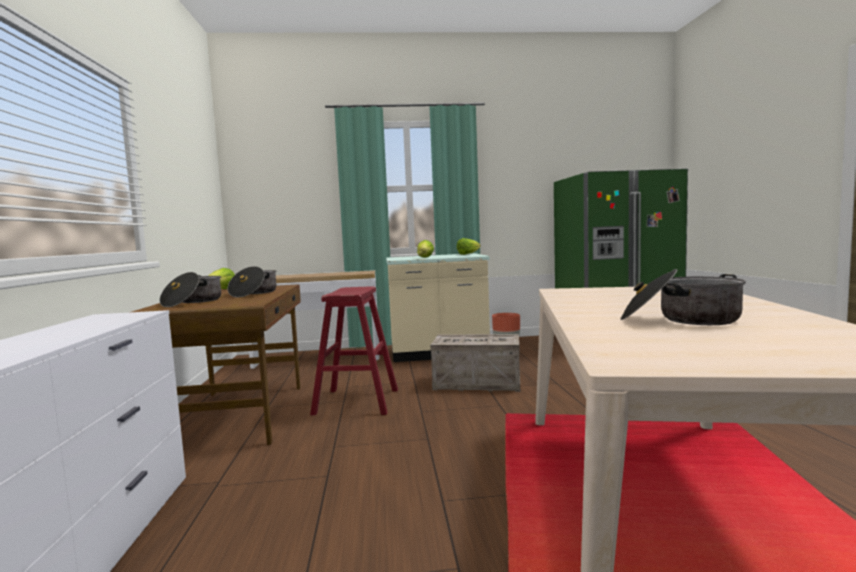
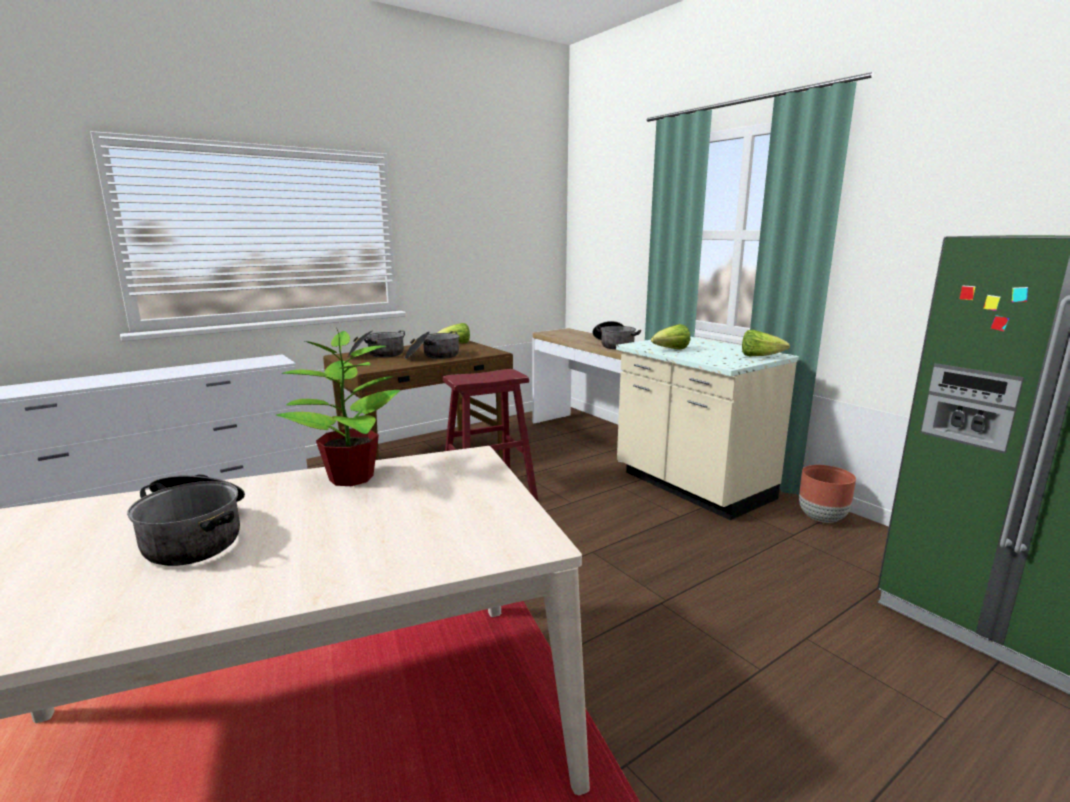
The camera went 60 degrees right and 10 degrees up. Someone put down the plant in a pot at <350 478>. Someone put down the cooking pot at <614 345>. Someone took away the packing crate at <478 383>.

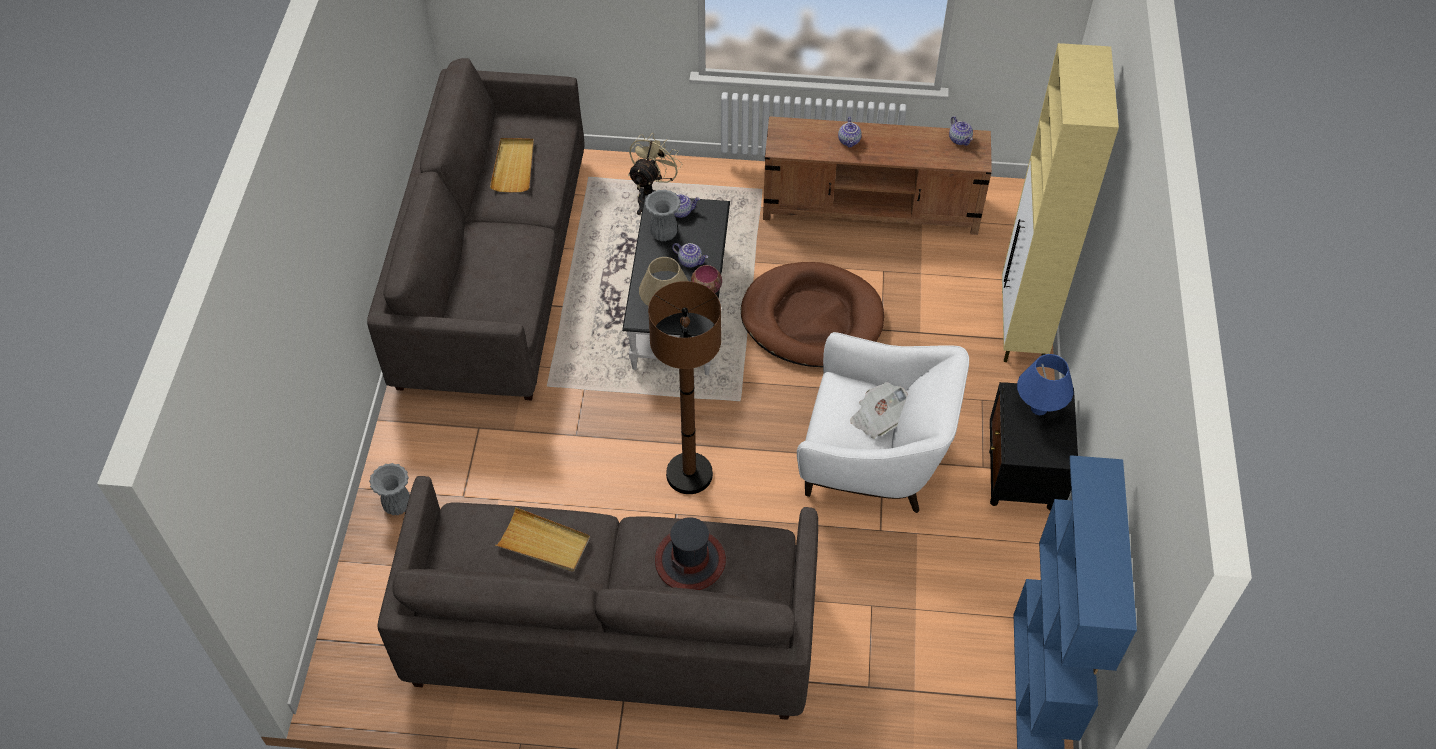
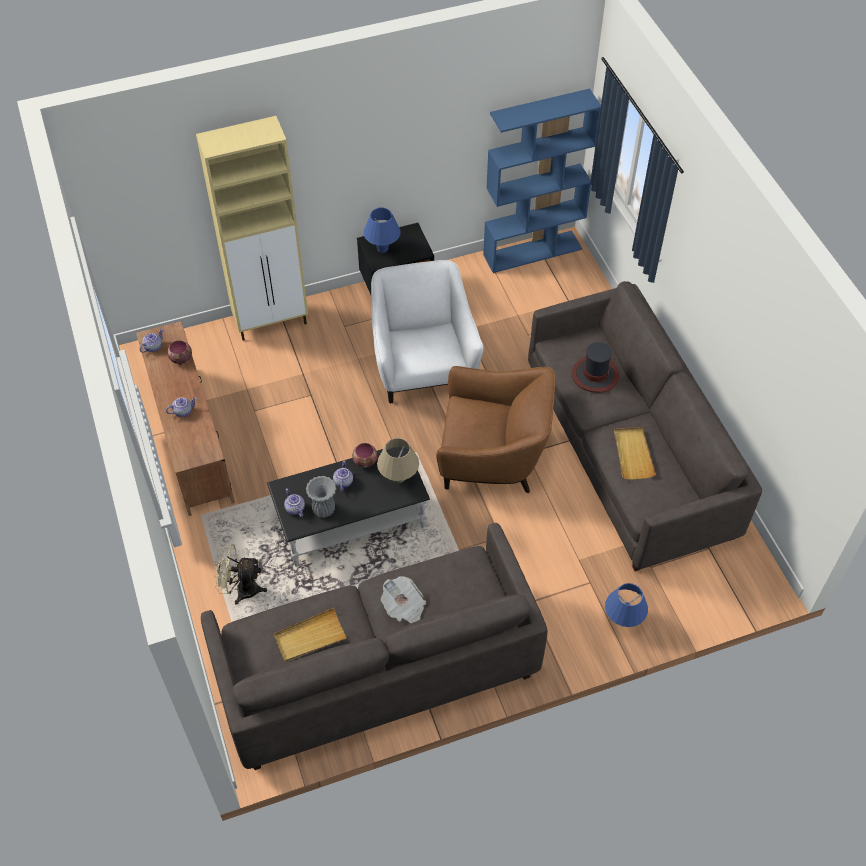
The camera went 115 degrees left and 0 degrees up. Someone put down the bowl at <180 359>. Someone carried the daily paper from <878 418> to <404 607>. Someone swapped the standard lamp in brown-coloured at <689 474> for the easy chair in brown-coloured at <492 458>. Someone swapped the vase in grey at <397 506> for the tabletop lamp in blue at <623 620>. Someone took away the pet bed in brown-coloured at <812 319>.

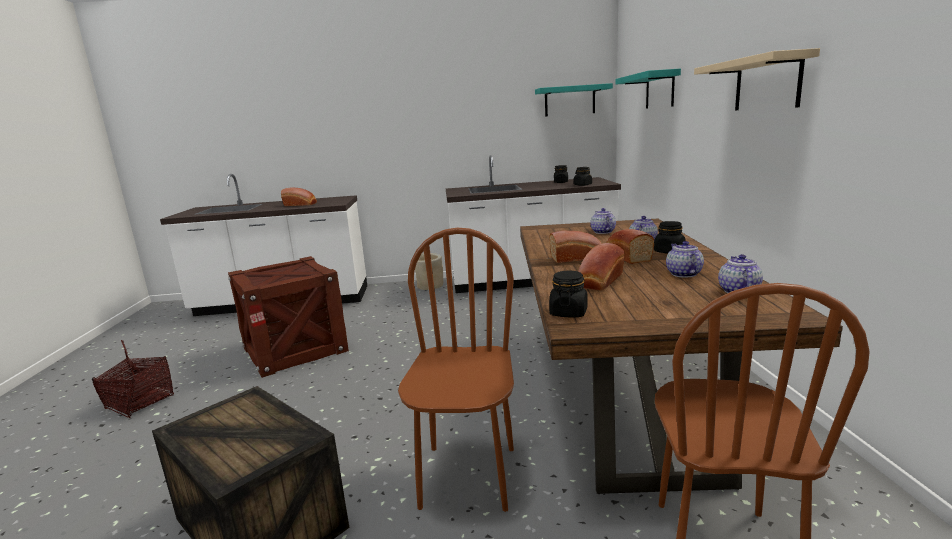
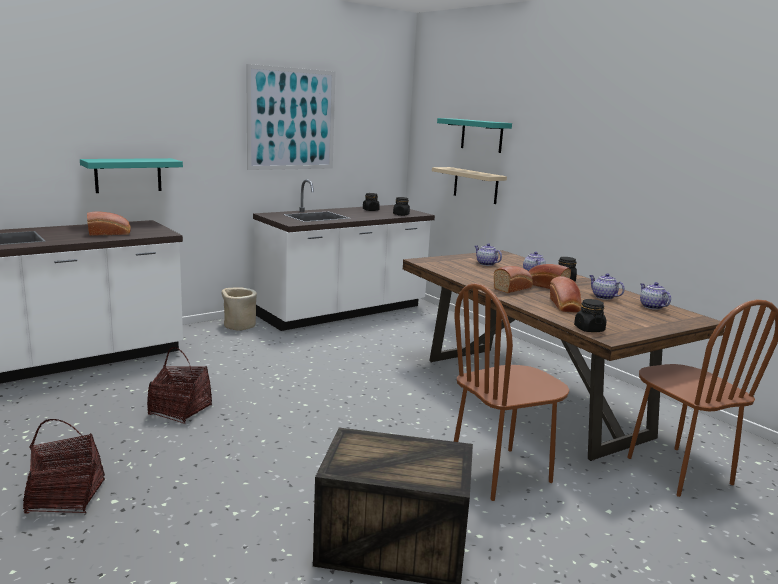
The camera went 35 degrees left and 0 degrees up. Someone carried the bracket shelf in turquoise from <569 101> to <128 175>. Someone swapped the packing crate at <294 349> for the storage basket at <180 410>. Someone put up the picture at <291 119>. Someone carried the bracket shelf in beige-coloured from <767 83> to <475 185>. Someone rotated the upright chair in brown-coloured at <467 476> by 90 degrees counterclockwise.

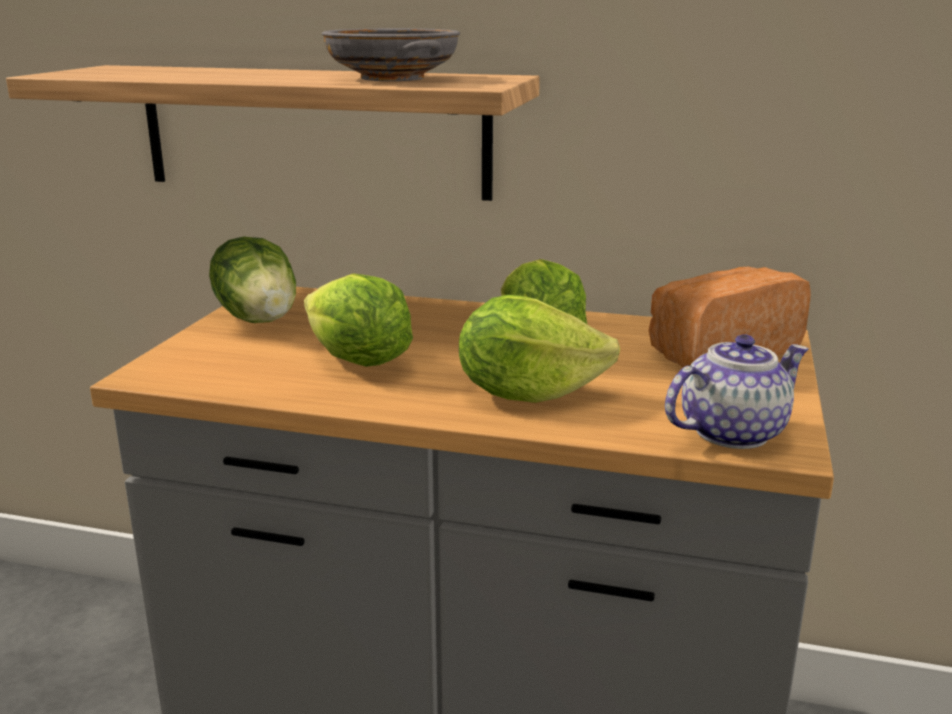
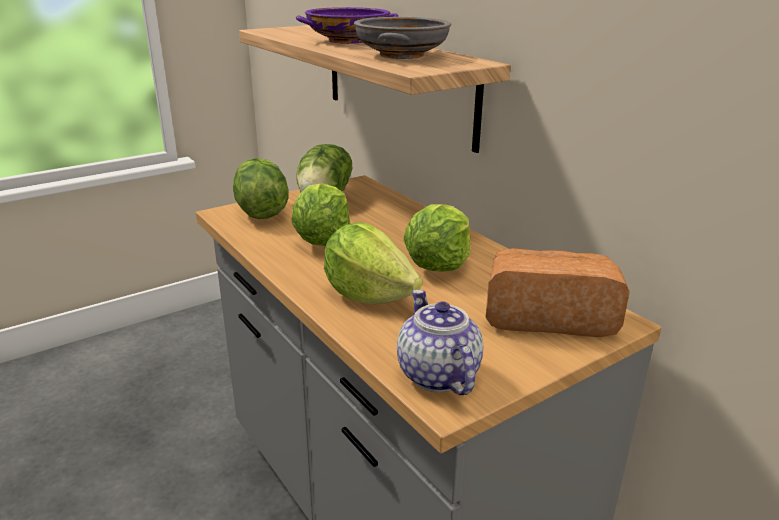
The camera went 40 degrees right and 5 degrees up. Someone put down the lettuce head at <260 211>. Someone put down the bowl in purplish at <348 40>. Someone rotated the teapot at <732 432> by 120 degrees counterclockwise.

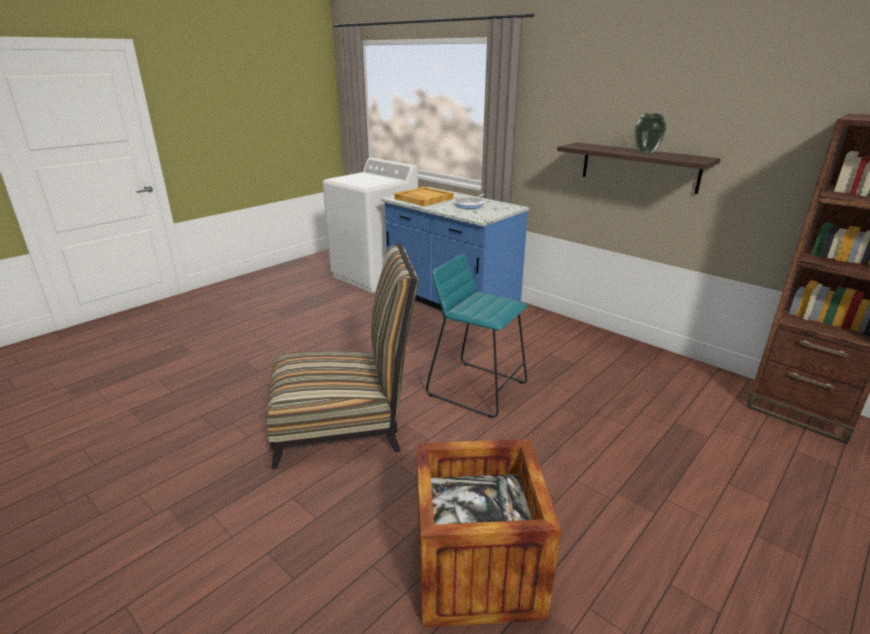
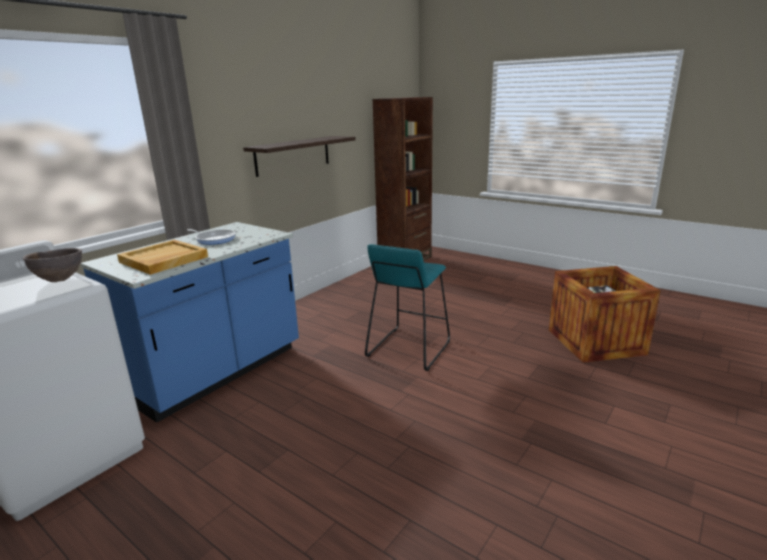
The camera went 95 degrees left and 5 degrees down. Someone put down the bowl in brown-coloured at <60 280>. Someone took away the upright chair at <346 425>. Someone took away the vase at <646 153>.

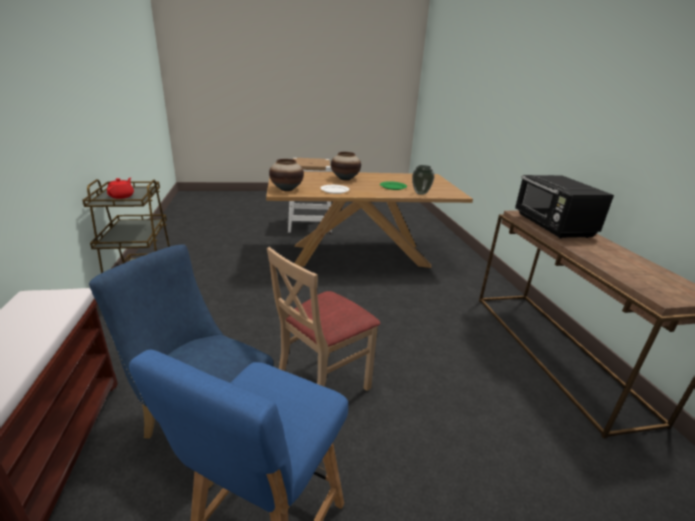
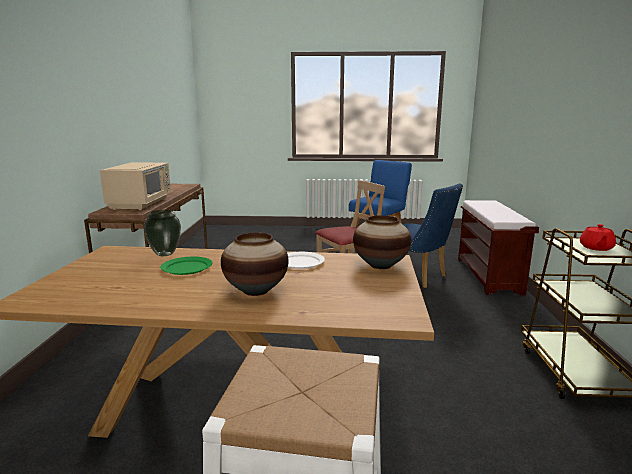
The camera went 165 degrees left and 10 degrees down. Someone repainted the microwave in black at <552 226>, which became the microwave in beige-coloured at <141 204>.

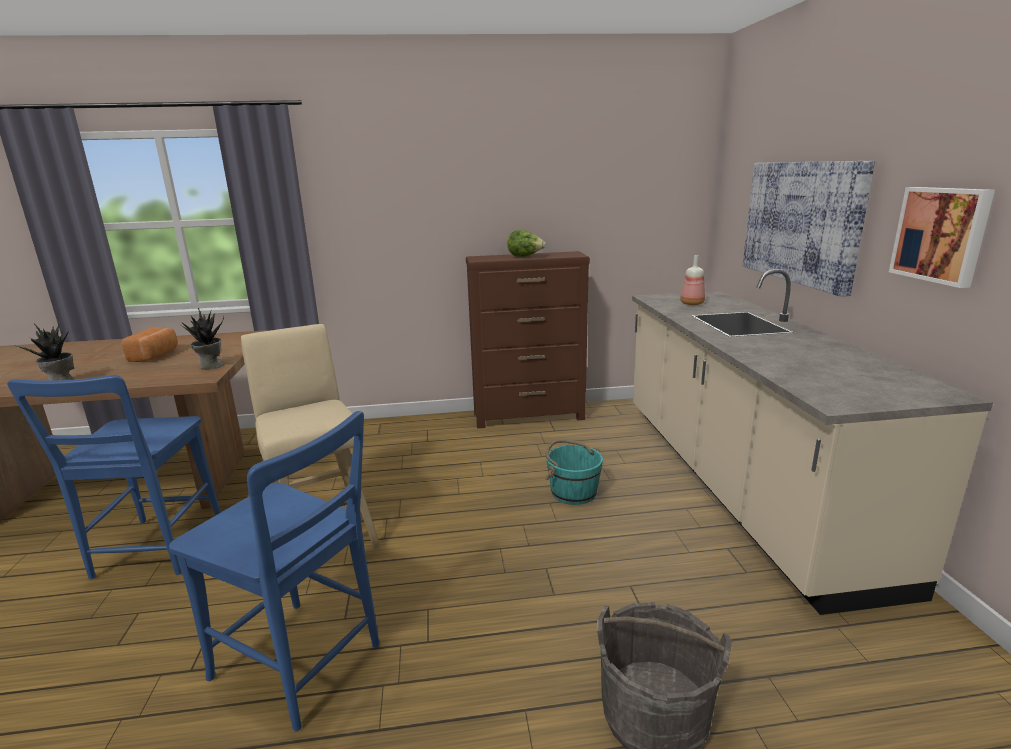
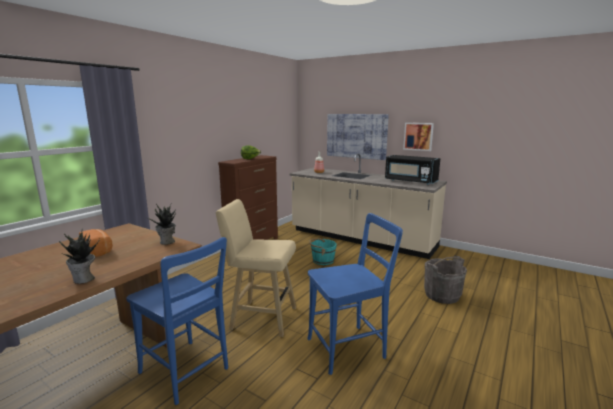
The camera went 50 degrees left and 5 degrees down. Someone put down the microwave in black at <410 181>.

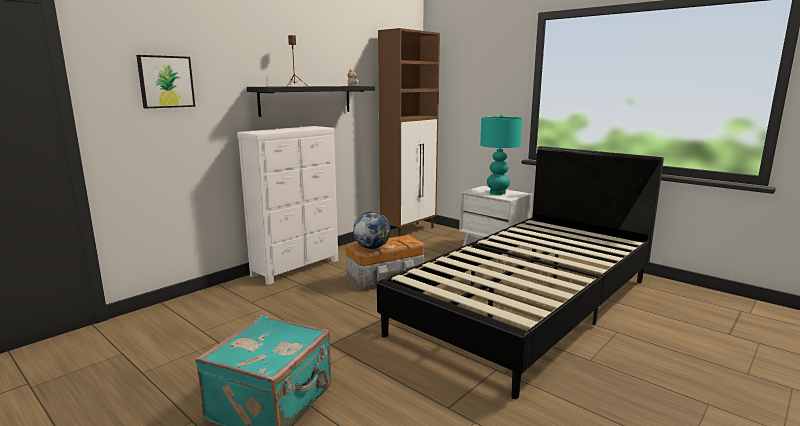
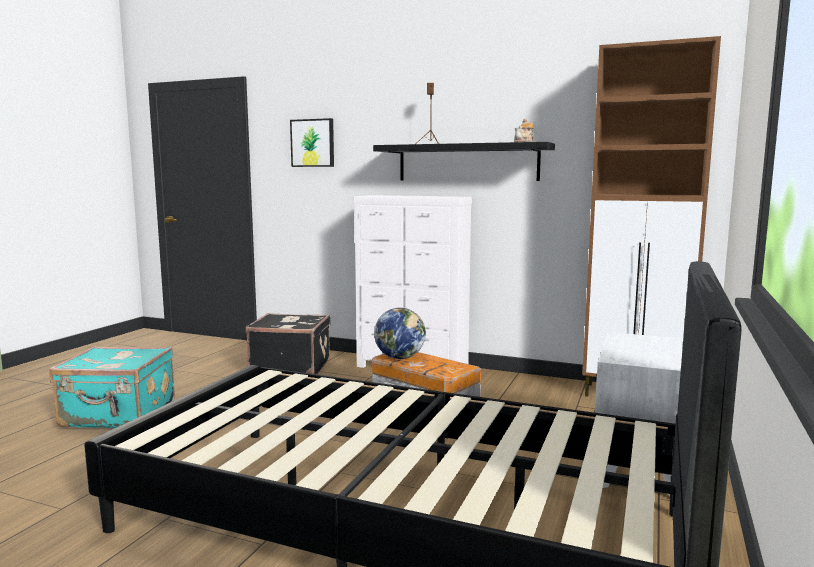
The camera went 70 degrees right and 5 degrees down. Someone put down the piece of luggage in black at <290 366>. Someone took away the tabletop lamp in turquoise at <497 193>.

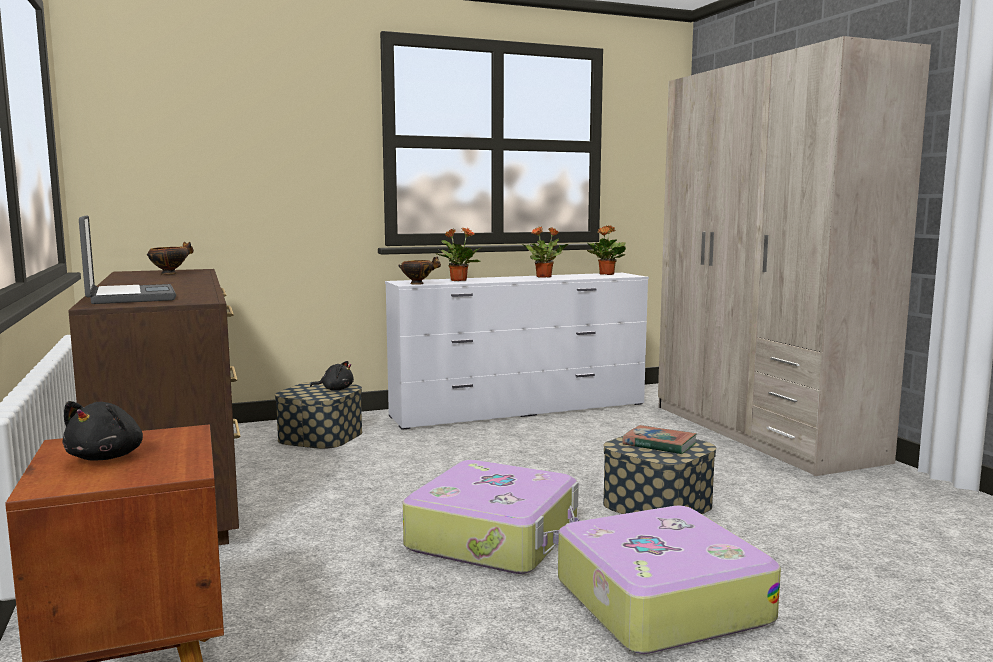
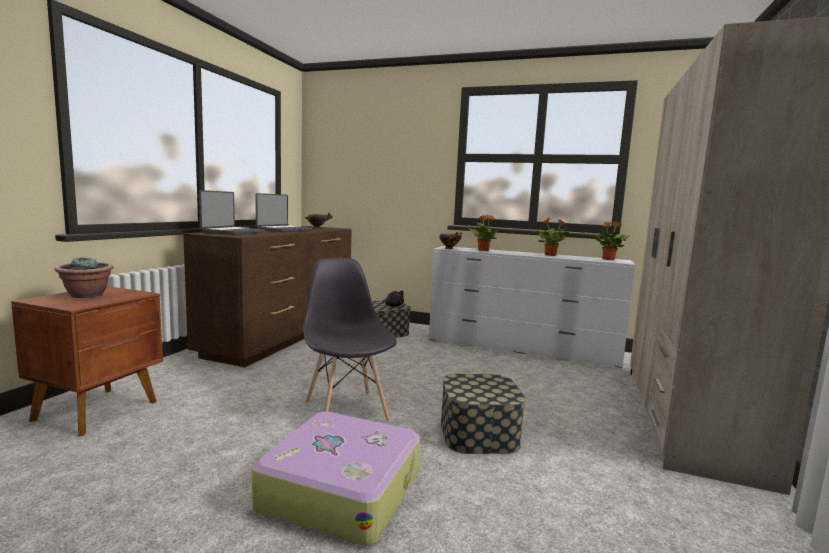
The camera went 40 degrees right and 0 degrees up. Someone swapped the cuddly toy in black at <108 457> for the plant in a pot at <87 295>. Someone put down the laptop at <283 230>. Someone swapped the piece of luggage at <495 536> for the upright chair in grey at <346 411>. Someone took away the volume at <659 444>.

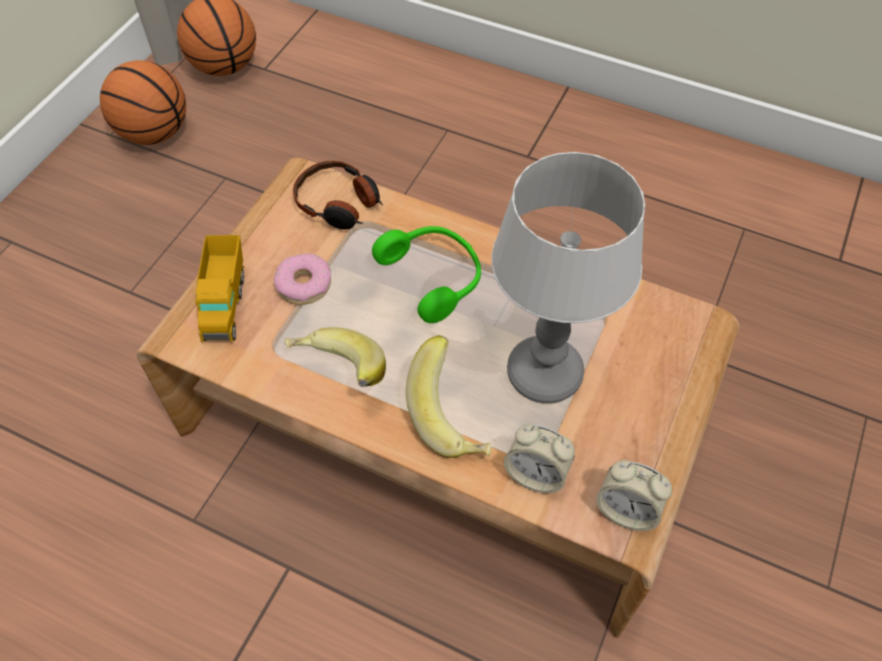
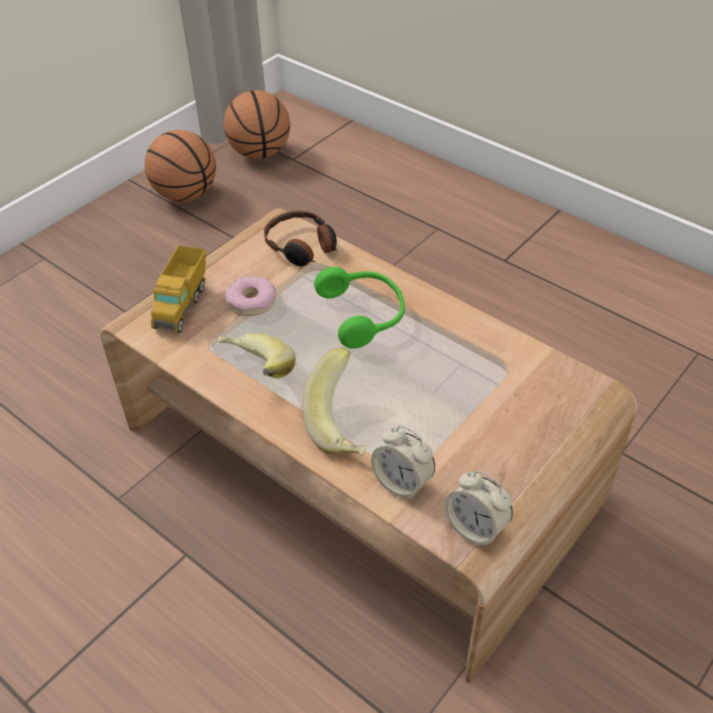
The camera went 15 degrees right and 10 degrees down. Someone took away the tabletop lamp at <543 375>.

